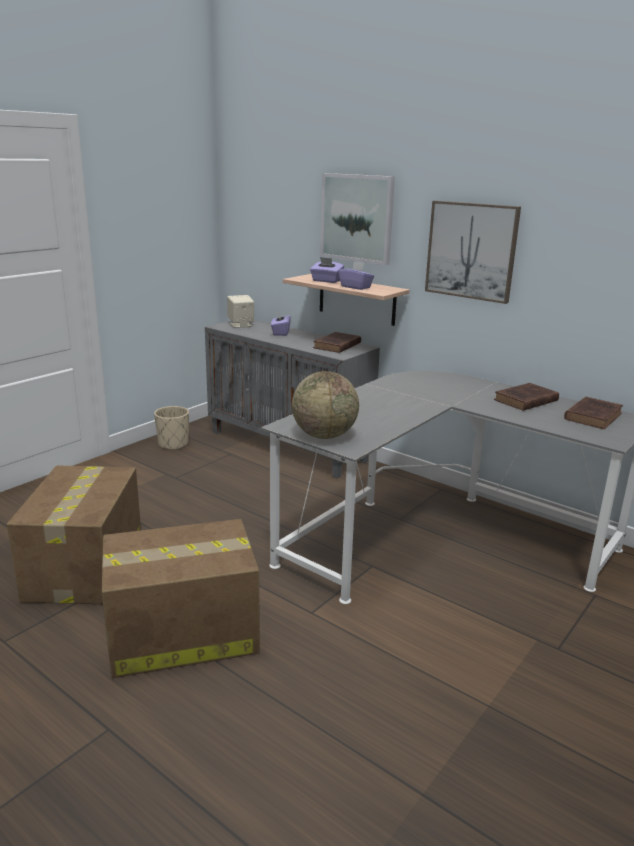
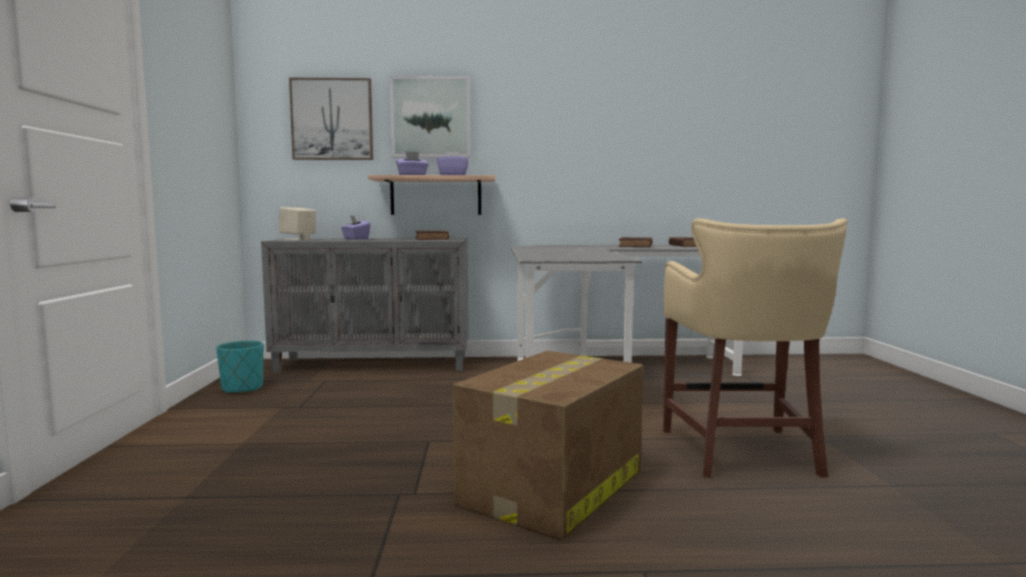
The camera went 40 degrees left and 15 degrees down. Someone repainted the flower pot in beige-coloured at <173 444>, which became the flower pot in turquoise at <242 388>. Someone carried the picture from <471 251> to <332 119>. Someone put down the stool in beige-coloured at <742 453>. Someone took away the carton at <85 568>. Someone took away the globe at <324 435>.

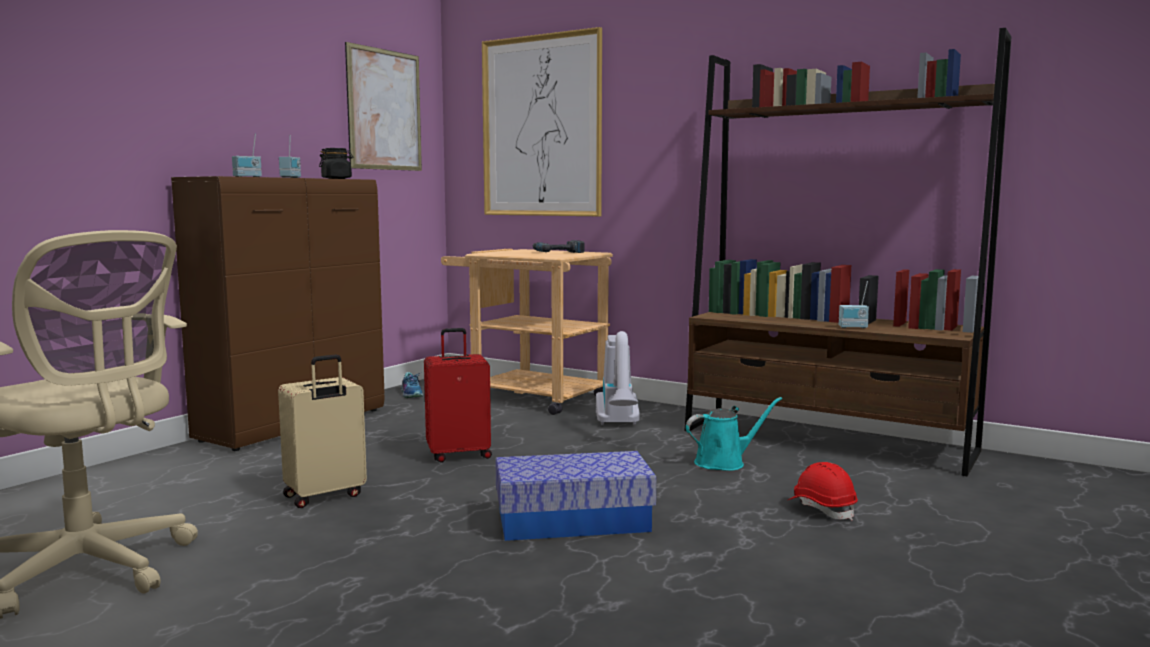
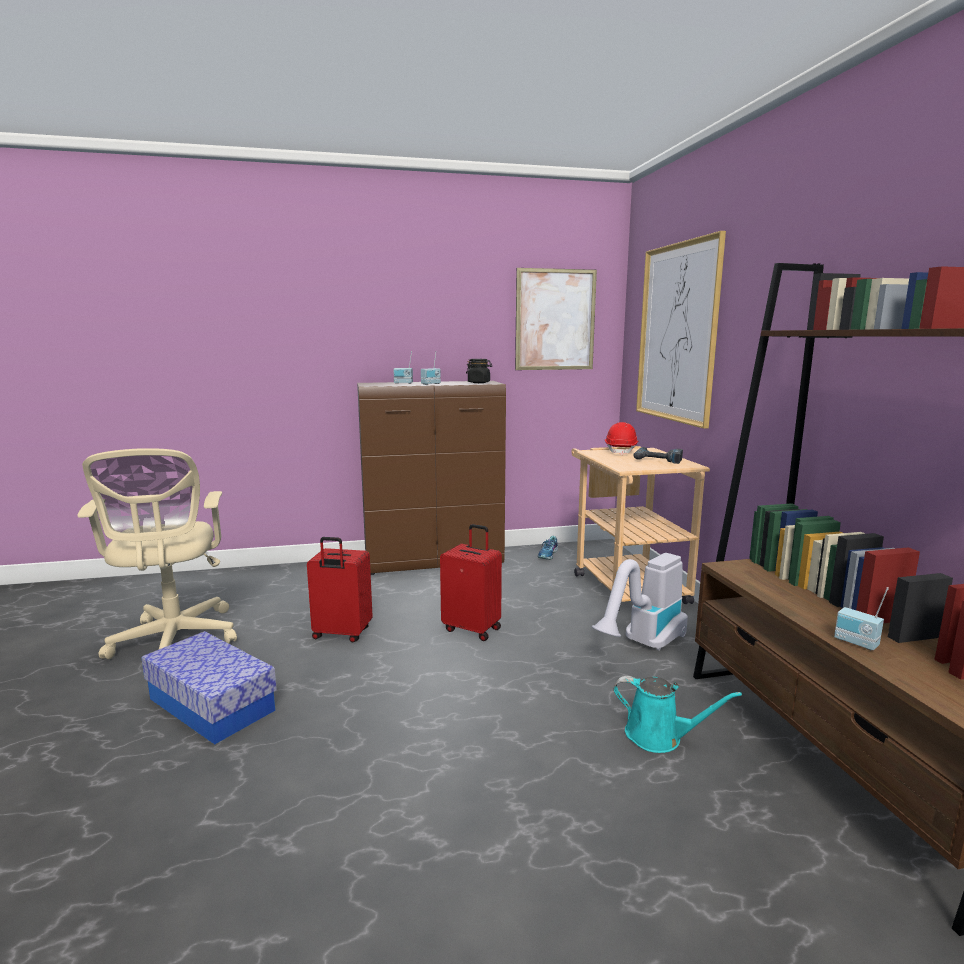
The camera went 45 degrees right and 5 degrees up. Someone carried the storage box from <573 521> to <212 704>. Someone repainted the piece of luggage in beige-coloured at <325 496>, which became the piece of luggage in red-coloured at <341 634>. Someone carried the work helmet in red-coloured from <822 509> to <621 451>.

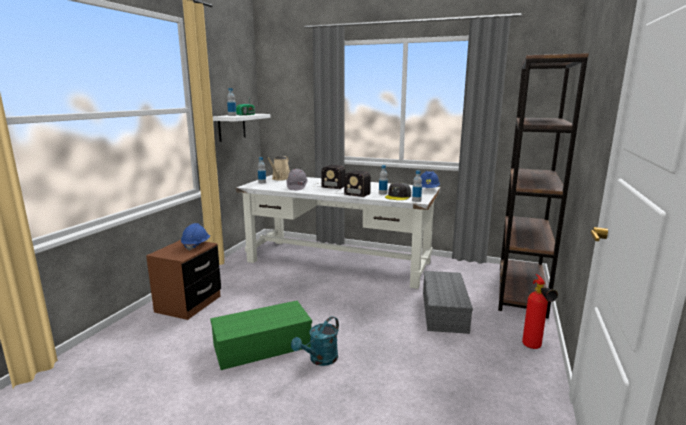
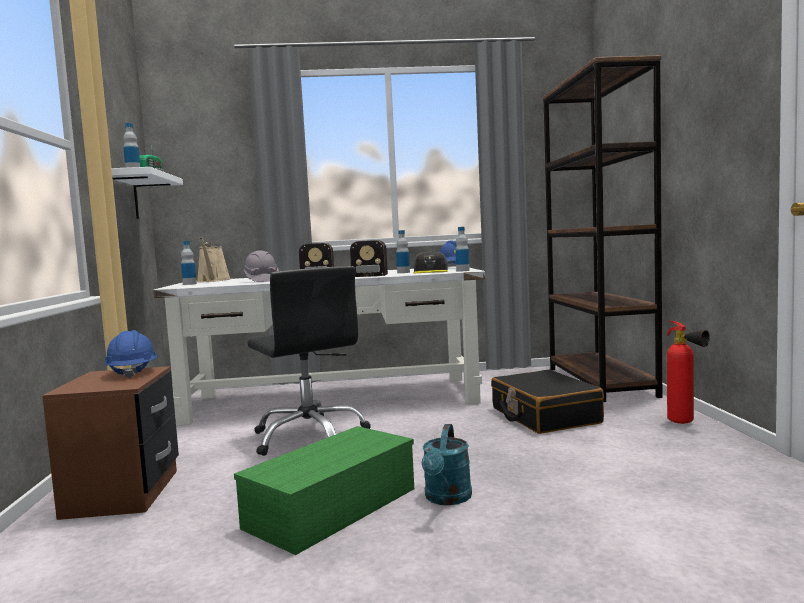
The camera went 25 degrees left and 10 degrees down. Someone put down the computer chair in black at <310 436>. Someone swapped the storage box in grey at <445 312> for the piece of luggage in black at <544 416>.

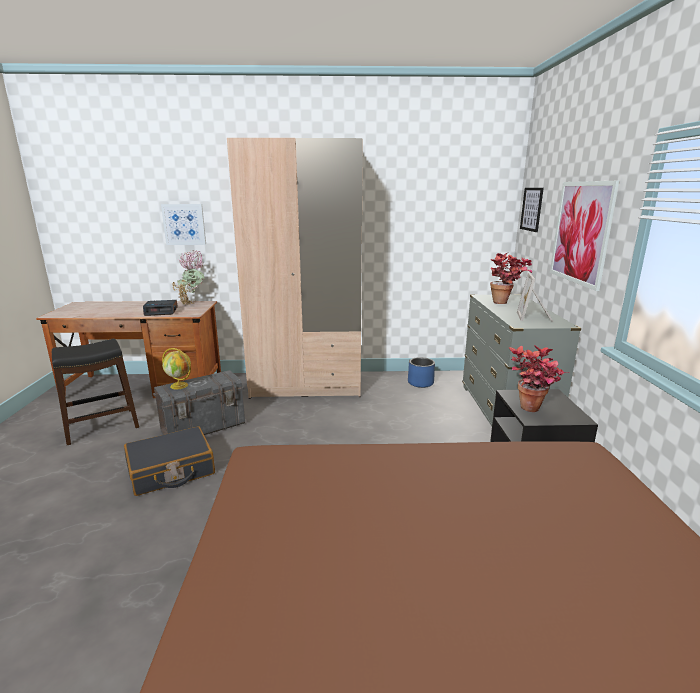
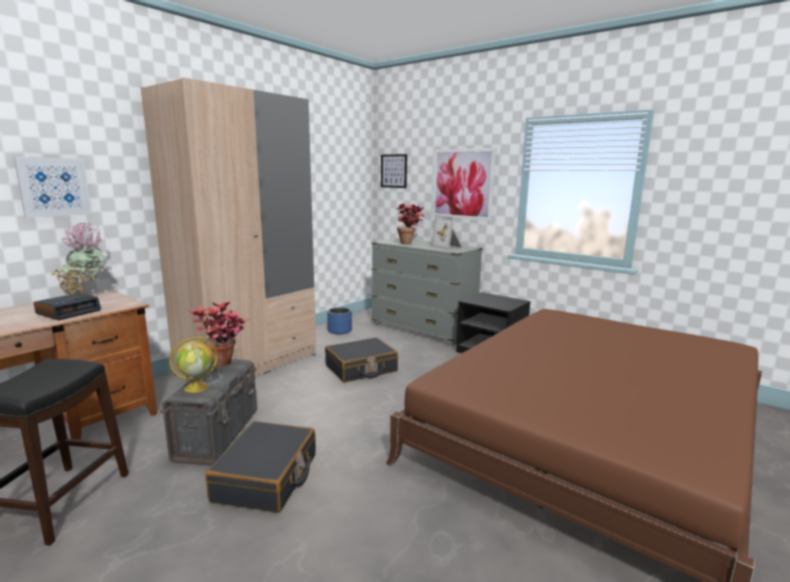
The camera went 50 degrees left and 5 degrees down. Someone carried the plant in a pot from <531 412> to <225 365>. Someone put down the piece of luggage in black at <361 369>.

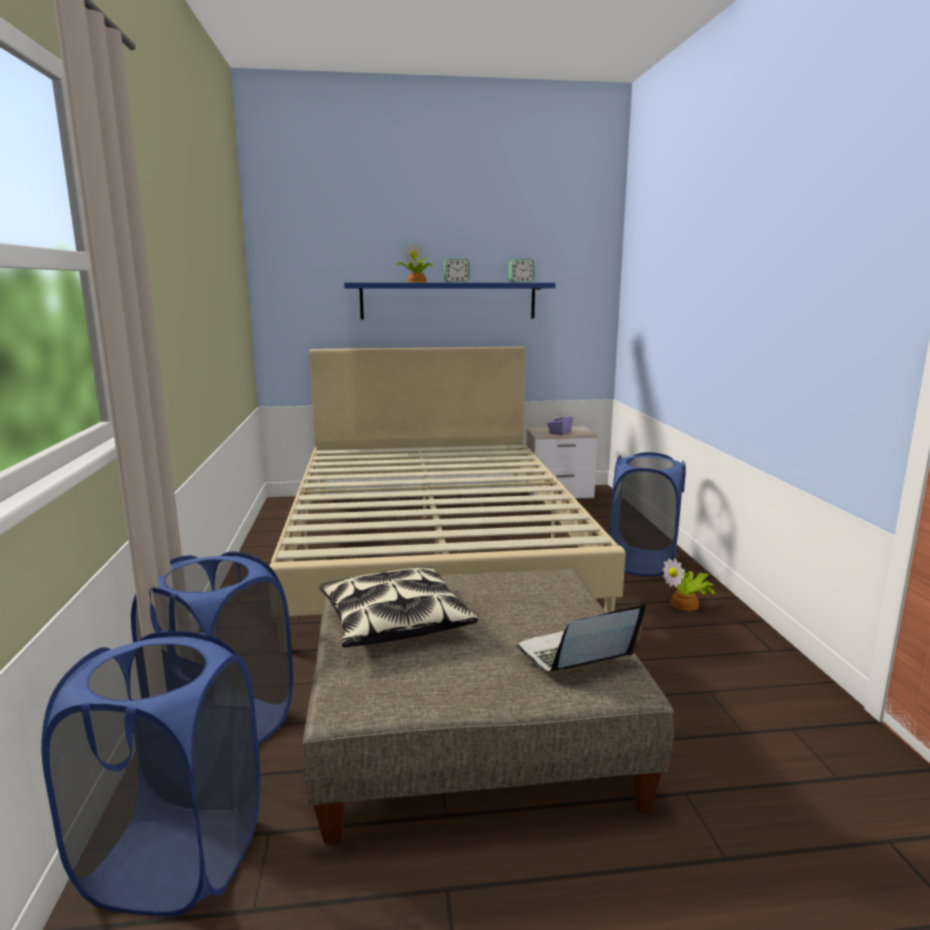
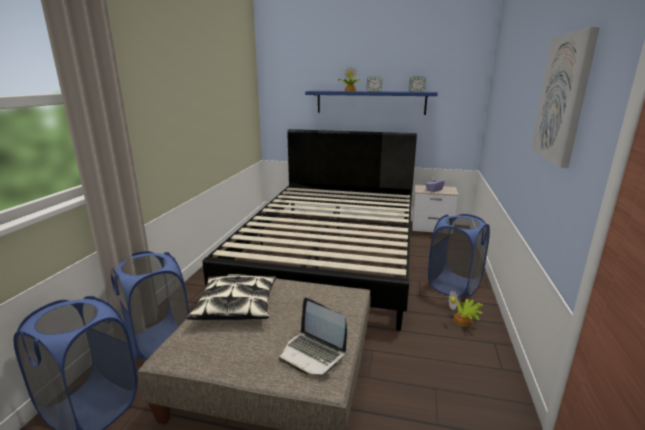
The camera went 20 degrees right and 5 degrees up. Someone repainted the bedroom bed in beige-coloured at <433 547>, which became the bedroom bed in black at <331 254>. Someone rotated the laptop at <574 657> by 135 degrees counterclockwise. Someone put up the picture at <563 98>.

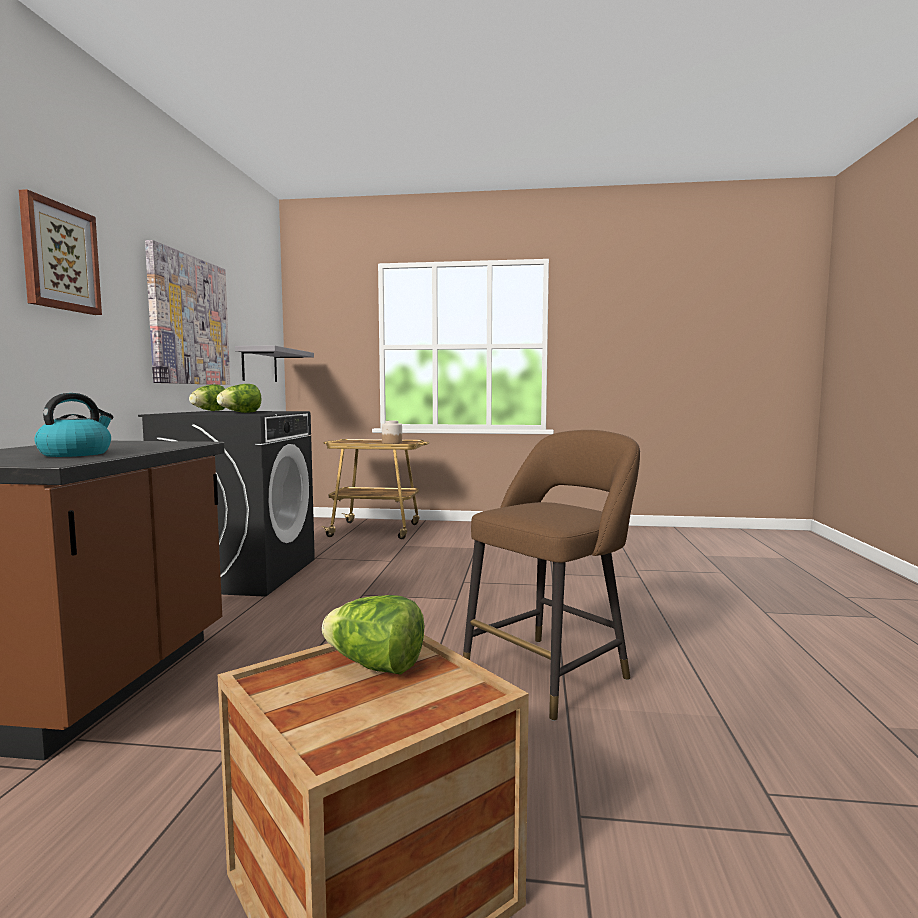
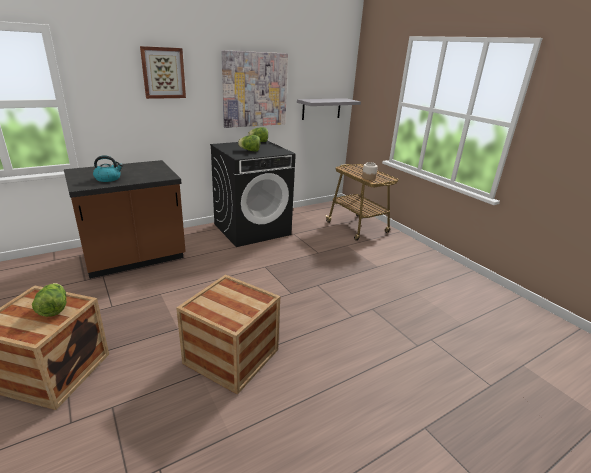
The camera went 50 degrees right and 20 degrees up. Someone swapped the stool in brown-coloured at <551 672> for the packing crate at <231 356>.

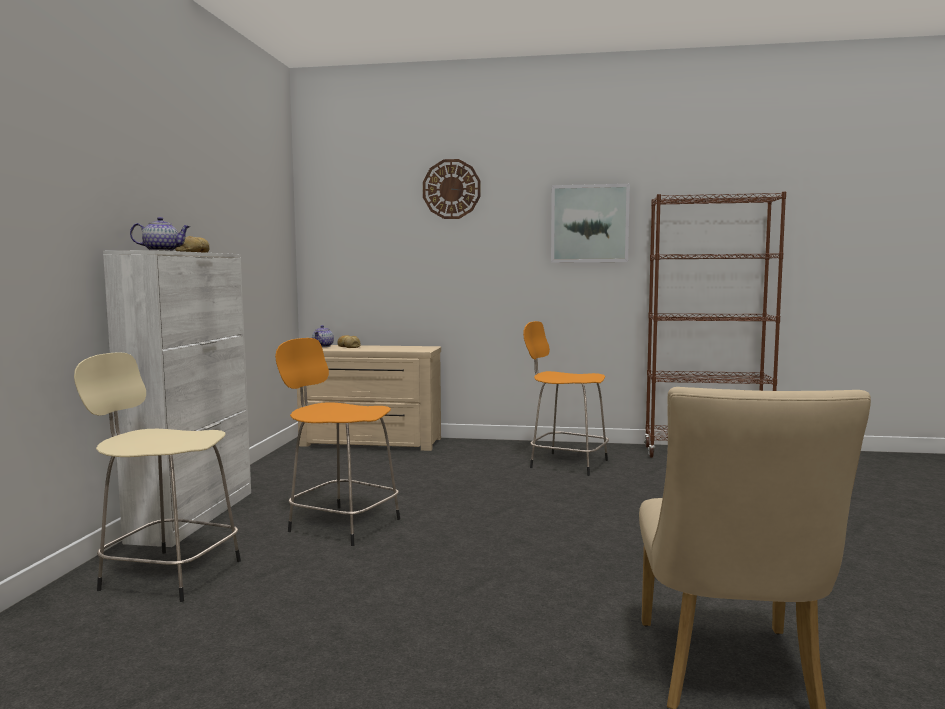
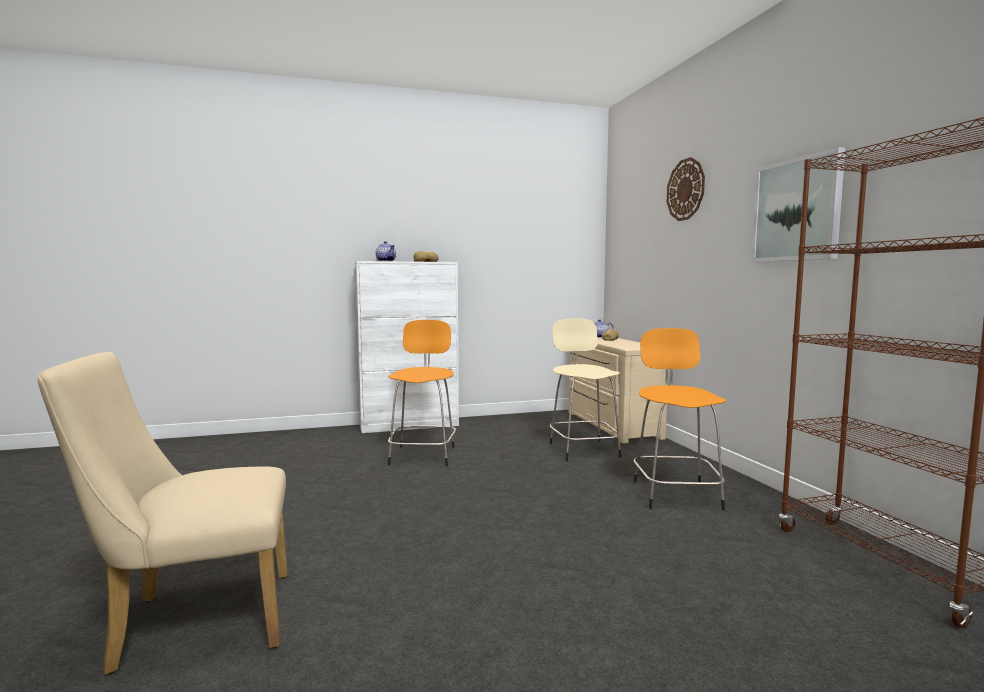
The camera went 65 degrees right and 0 degrees up. Someone carried the stool in beige-coloured from <167 574> to <583 449>.

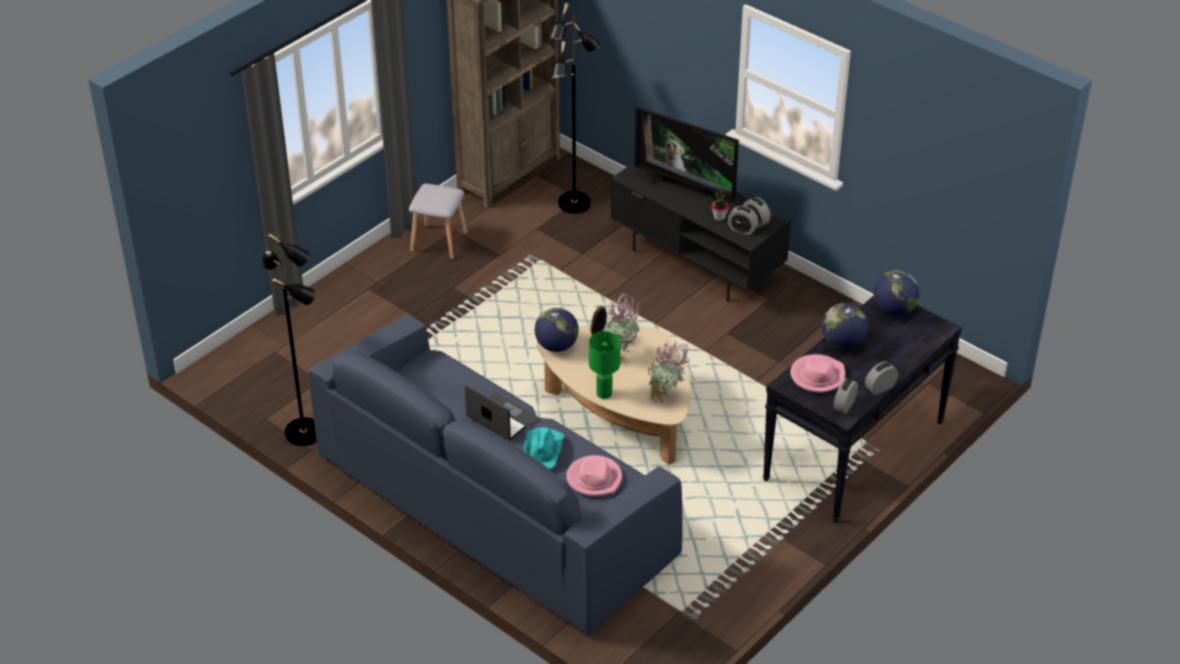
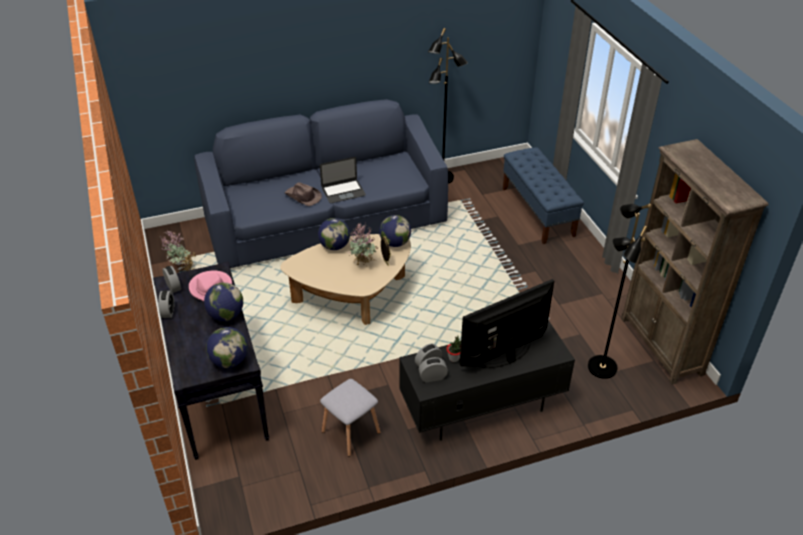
The camera went 120 degrees right and 0 degrees up. Someone carried the plant in a pot from <666 397> to <182 270>. Someone repainted the hat in turquoise at <543 450>, which became the hat in brown-coloured at <303 197>. Someone swapped the tabletop lamp in green-coloured at <604 393> for the globe at <334 246>. Someone carried the stool in grey from <438 241> to <352 432>. Someone put down the indoor bench in blue at <538 212>. Someone took away the hat in pinkish at <594 478>.

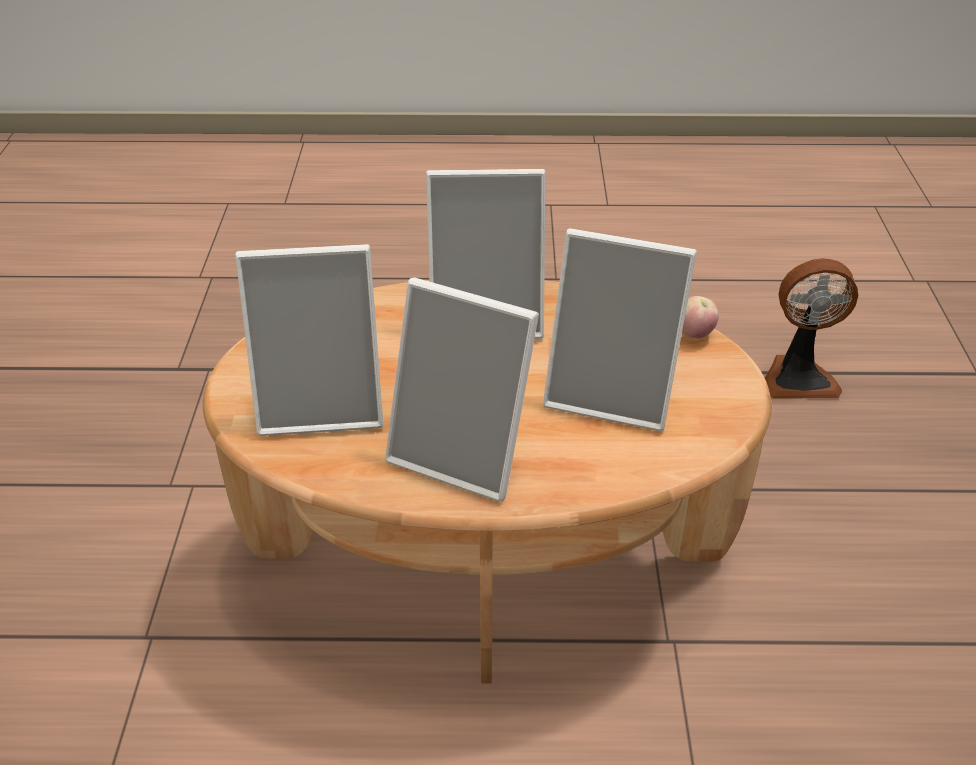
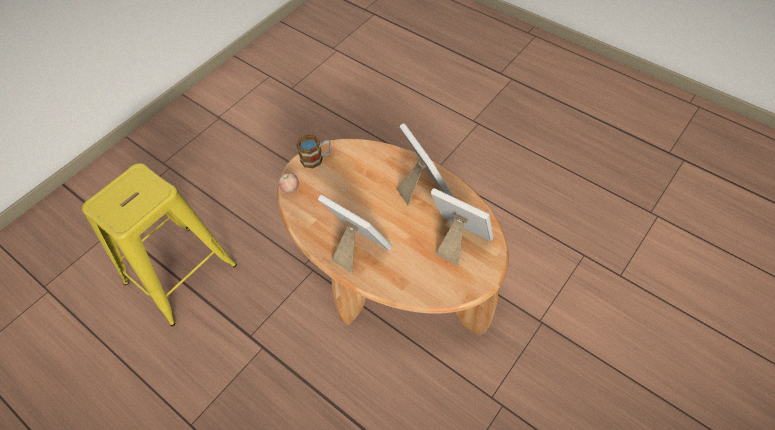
The camera went 140 degrees left and 15 degrees up. Someone swapped the fan at <797 377> for the stool in yellowish at <180 274>. Someone put down the coffee mug at <316 158>. Someone took away the photo frame at <612 393>.

